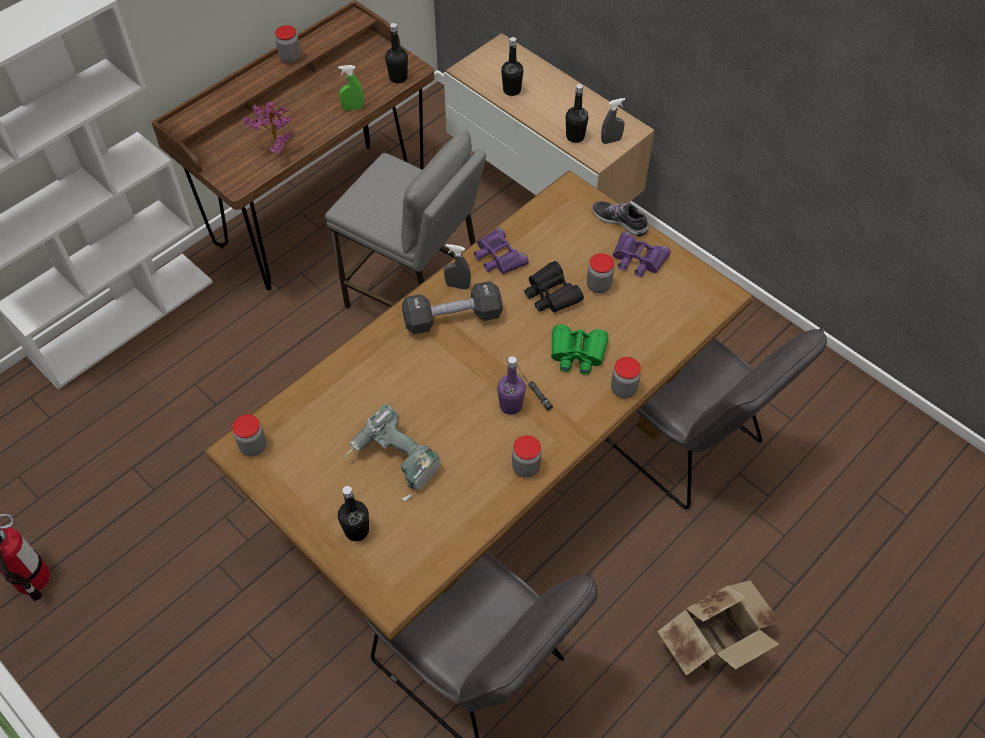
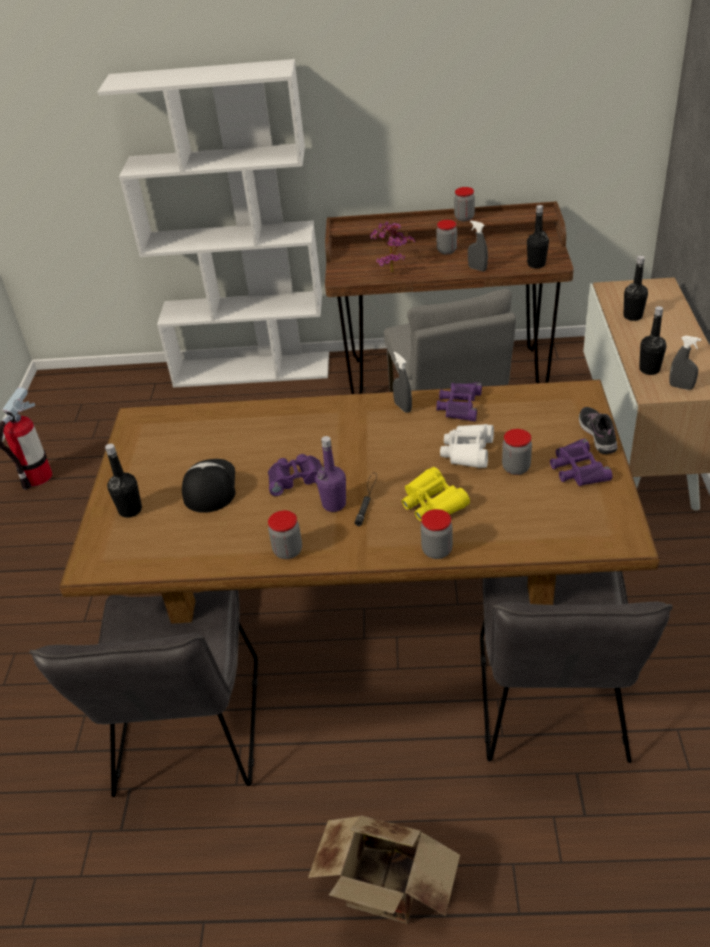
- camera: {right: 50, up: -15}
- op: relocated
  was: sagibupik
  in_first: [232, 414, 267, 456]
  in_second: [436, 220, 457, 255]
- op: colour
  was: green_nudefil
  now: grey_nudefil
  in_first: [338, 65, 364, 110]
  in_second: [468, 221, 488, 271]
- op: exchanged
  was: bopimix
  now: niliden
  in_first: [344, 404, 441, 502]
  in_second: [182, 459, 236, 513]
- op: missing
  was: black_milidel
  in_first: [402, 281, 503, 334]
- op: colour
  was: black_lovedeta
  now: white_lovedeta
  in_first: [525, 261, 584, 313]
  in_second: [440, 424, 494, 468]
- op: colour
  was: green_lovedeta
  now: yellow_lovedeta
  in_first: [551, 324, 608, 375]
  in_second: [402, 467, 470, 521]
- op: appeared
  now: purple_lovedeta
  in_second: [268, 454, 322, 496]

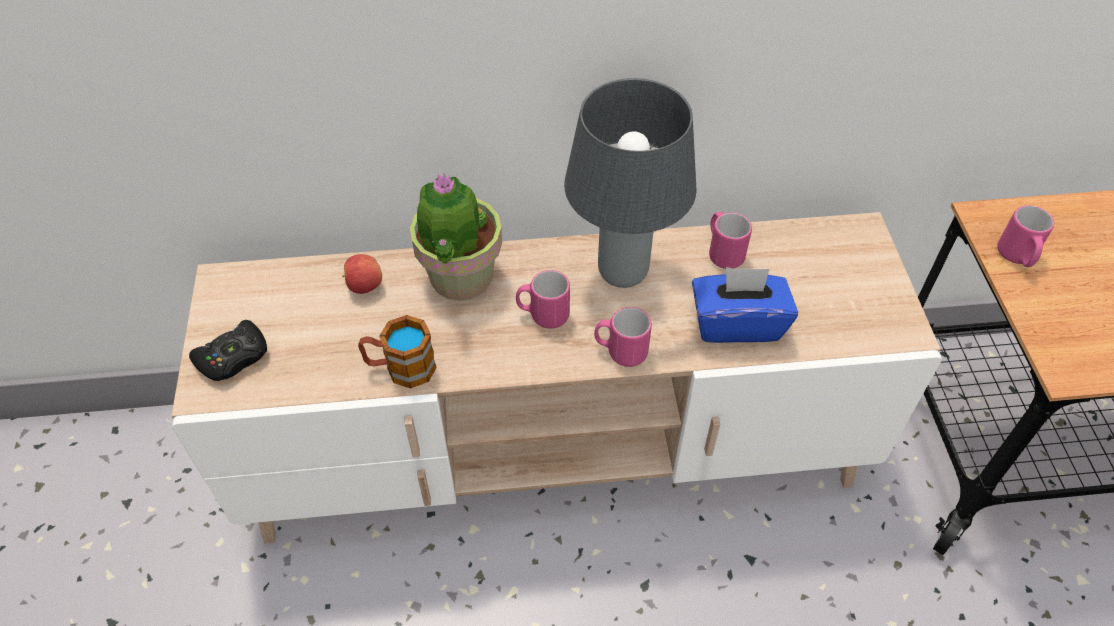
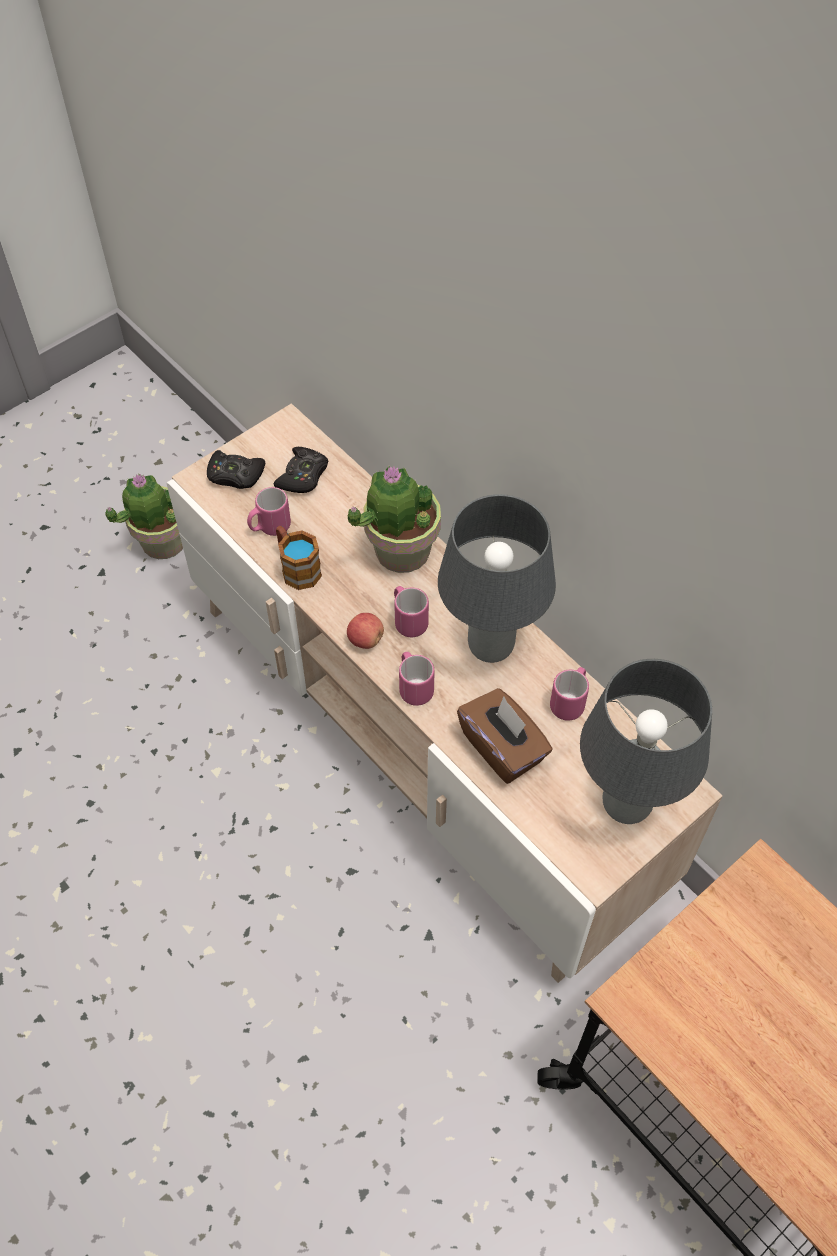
- camera: {right: 55, up: 5}
- op: relocated
  was: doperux
  in_first: [342, 254, 382, 294]
  in_second: [347, 613, 384, 649]
- op: colour
  was: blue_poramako
  now: brown_poramako
  in_first: [692, 267, 798, 343]
  in_second: [457, 688, 553, 784]
- op: relocated
  was: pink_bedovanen
  in_first: [997, 205, 1054, 267]
  in_second: [247, 487, 291, 536]
- op: appeared
  now: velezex
  in_second: [105, 473, 183, 559]
- op: appeared
  now: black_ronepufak
  in_second: [274, 447, 328, 493]
- op: appeared
  now: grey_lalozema
  in_second: [580, 659, 712, 824]

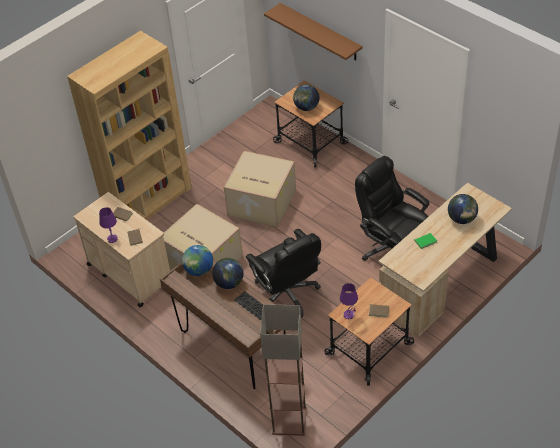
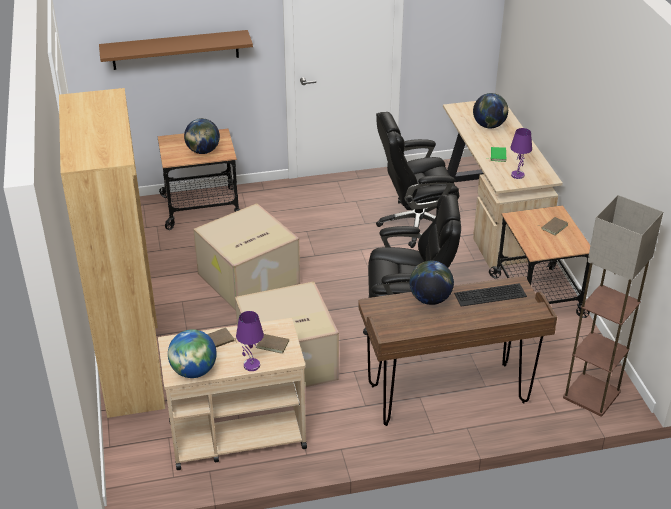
- camera: {right: -60, up: -10}
- op: relocated
  was: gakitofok
  in_first: [182, 245, 213, 276]
  in_second: [168, 329, 217, 378]
- op: relocated
  was: purple_lalozema
  in_first: [340, 283, 358, 319]
  in_second: [510, 128, 532, 179]

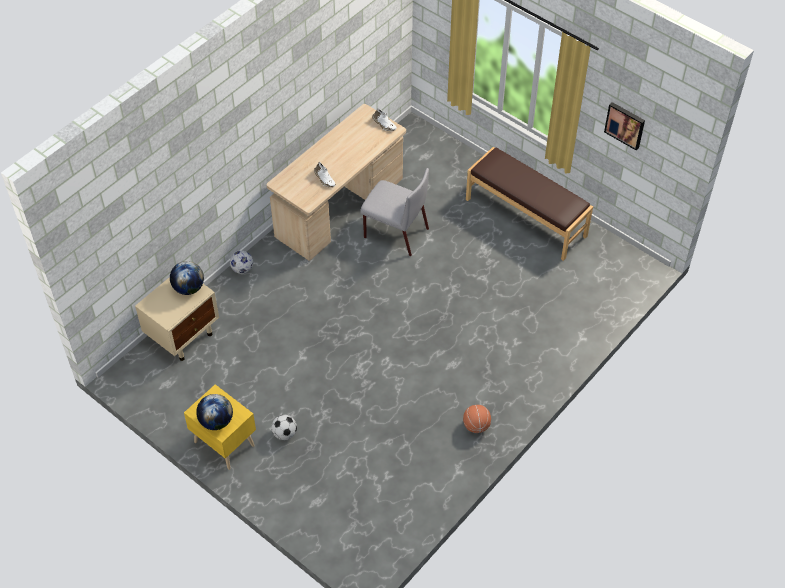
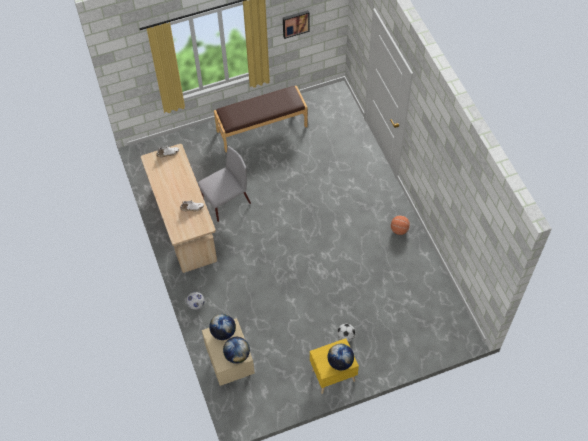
- camera: {right: -60, up: 5}
- op: appeared
  now: gakitofok
  in_second: [223, 337, 250, 364]

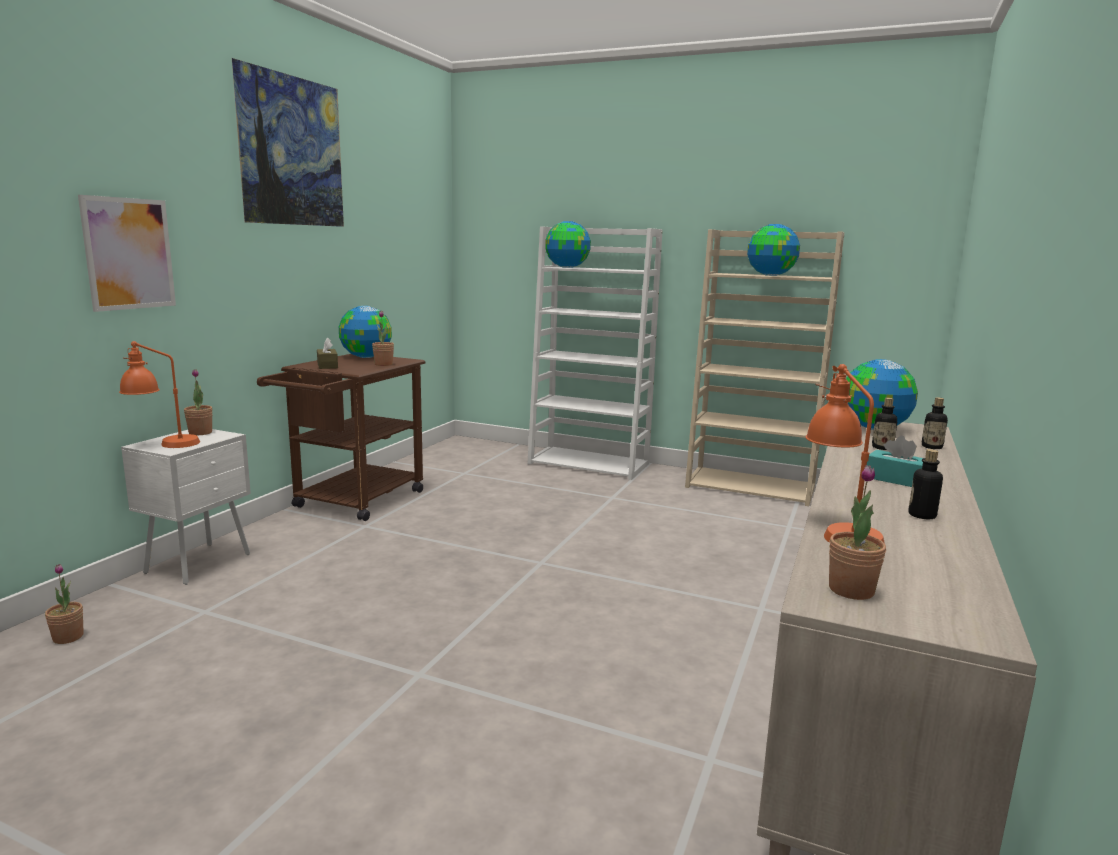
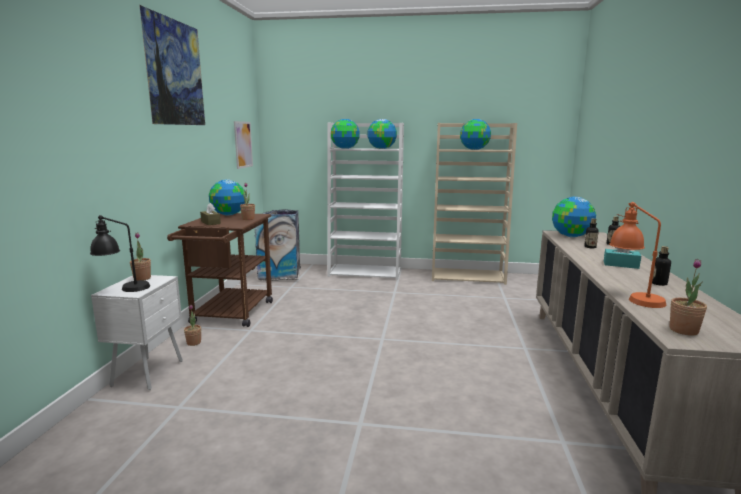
- camera: {right: -15, up: 0}
- op: relocated
  was: velezex
  in_first: [45, 564, 84, 644]
  in_second: [184, 305, 201, 346]
- op: relocated
  was: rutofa
  in_first: [78, 195, 176, 312]
  in_second: [234, 121, 253, 169]
- op: colour
  was: orange_lalozema
  now: black_lalozema
  in_first: [119, 341, 200, 448]
  in_second: [90, 215, 150, 292]
- op: appeared
  now: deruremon
  in_second: [255, 209, 301, 281]
- op: appeared
  now: gakitofok
  in_second: [368, 119, 397, 149]

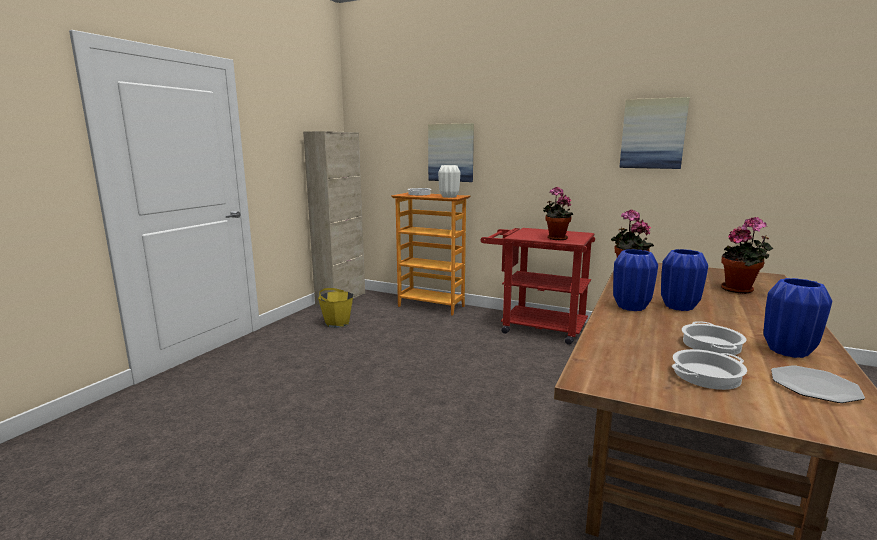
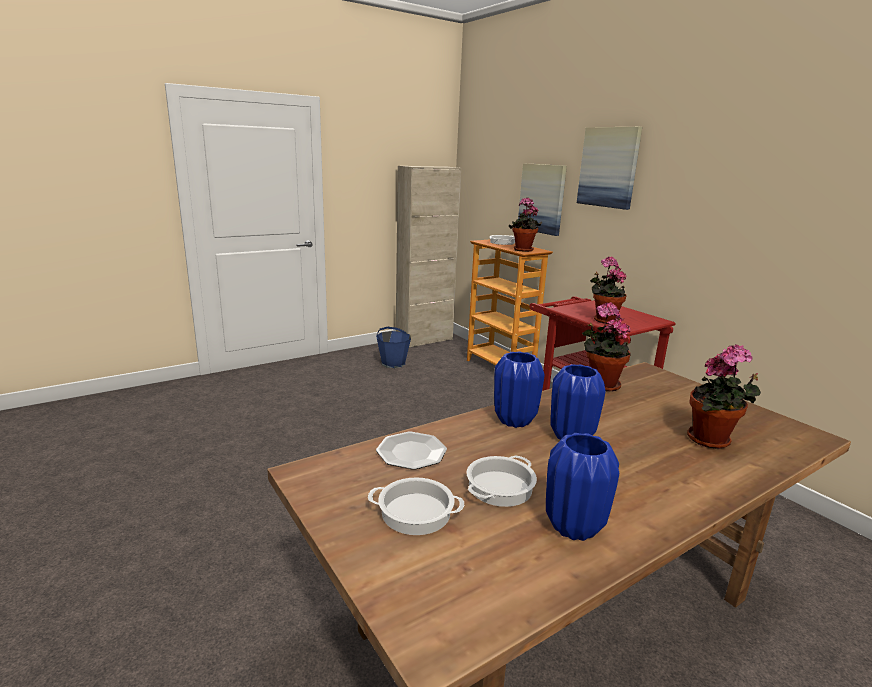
- camera: {right: 30, up: 5}
- op: colour
  was: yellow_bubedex
  now: blue_bubedex
  in_first: [318, 288, 354, 328]
  in_second: [376, 327, 411, 368]
- op: exchanged
  was: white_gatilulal
  now: velezex
  in_first: [438, 165, 460, 198]
  in_second: [509, 198, 542, 252]
- op: relocated
  was: rutofa
  in_first: [619, 97, 690, 169]
  in_second: [577, 127, 642, 210]
- op: relocated
  was: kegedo
  in_first: [771, 365, 865, 403]
  in_second: [376, 432, 447, 470]

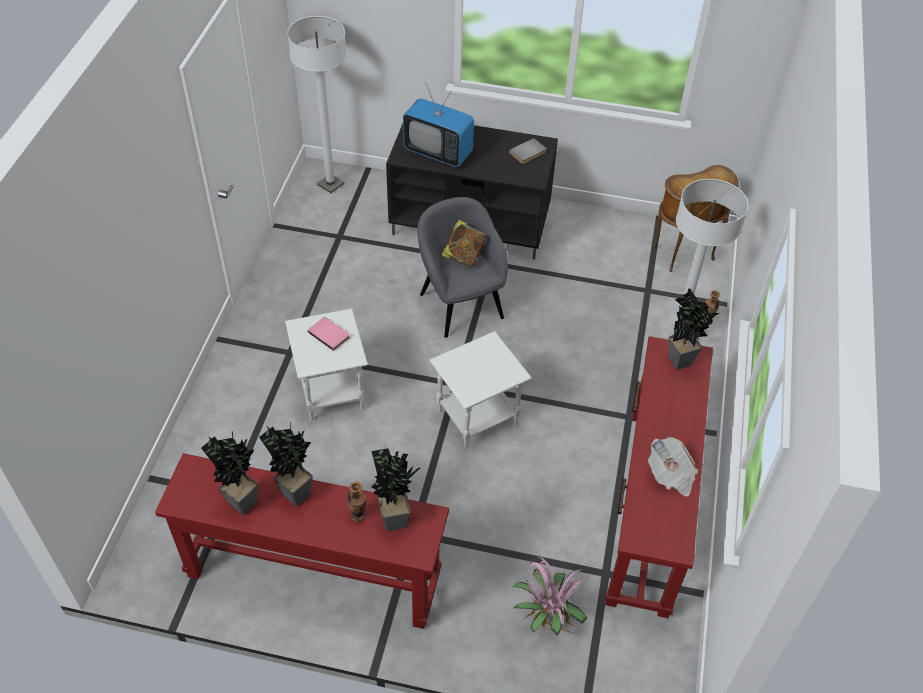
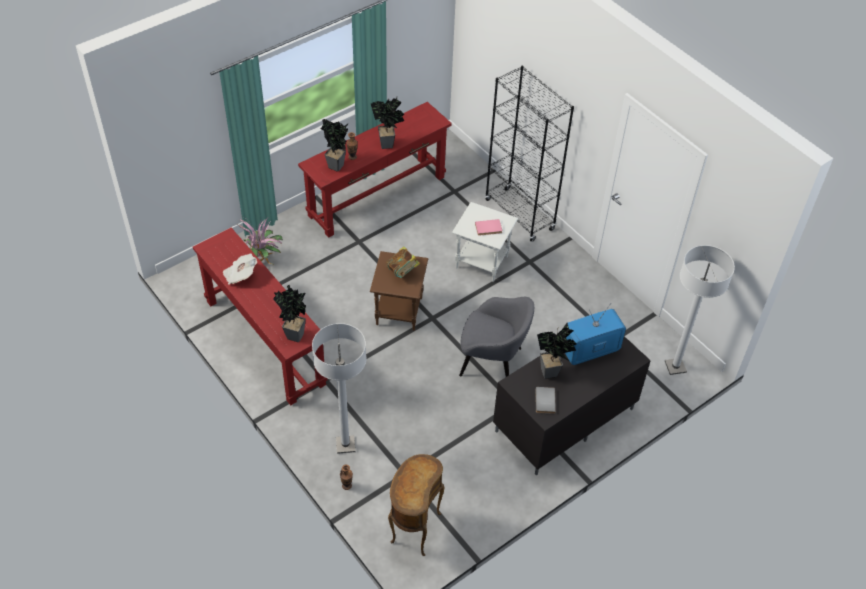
- camera: {right: 130, up: 0}
- op: relocated
  was: velezex
  in_first: [201, 432, 258, 515]
  in_second: [537, 323, 576, 379]
- op: colour
  was: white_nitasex
  now: brown_nitasex
  in_first: [429, 331, 532, 449]
  in_second: [370, 251, 428, 331]
- op: relocated
  was: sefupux
  in_first: [442, 220, 486, 268]
  in_second: [386, 246, 420, 278]
- op: appeared
  now: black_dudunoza
  in_second: [485, 65, 574, 242]

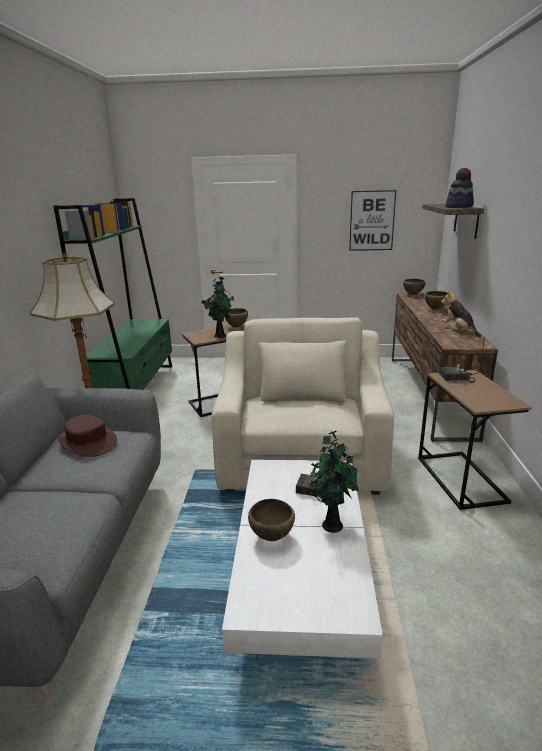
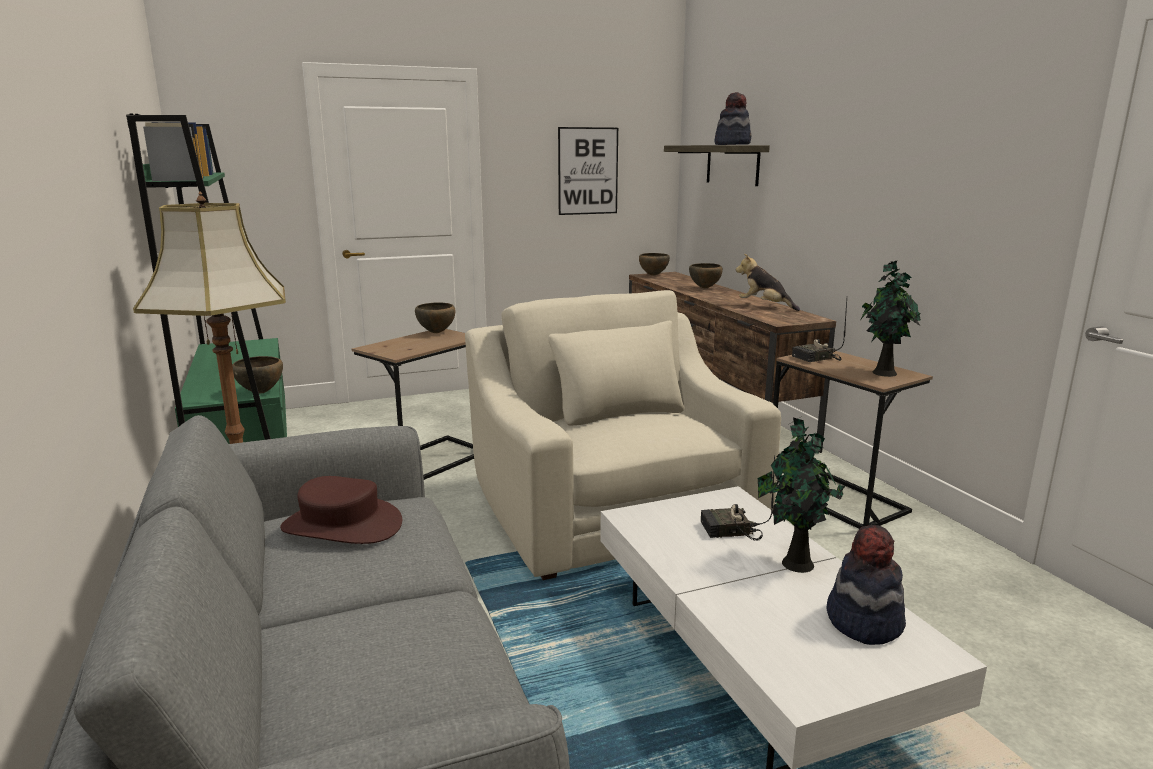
- camera: {right: -25, up: -5}
- op: relocated
  was: velezex
  in_first: [201, 277, 234, 338]
  in_second: [860, 261, 921, 377]
- op: relocated
  was: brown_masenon
  in_first: [248, 499, 295, 541]
  in_second: [232, 356, 283, 393]
- op: appeared
  now: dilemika
  in_second: [827, 525, 906, 645]

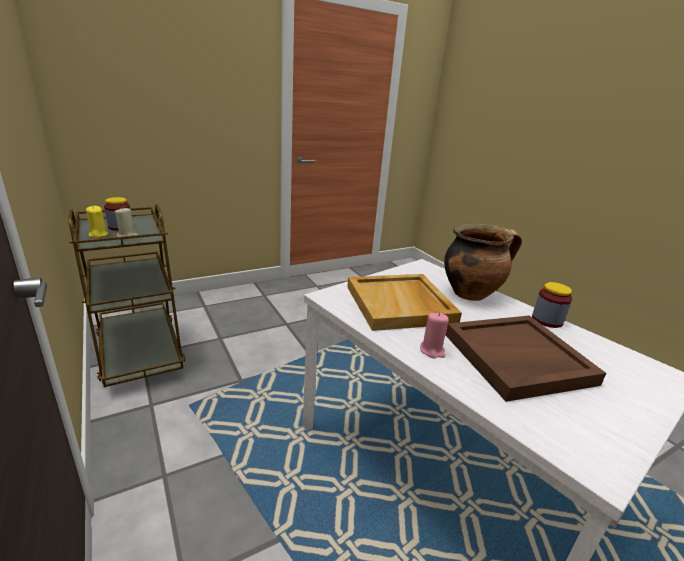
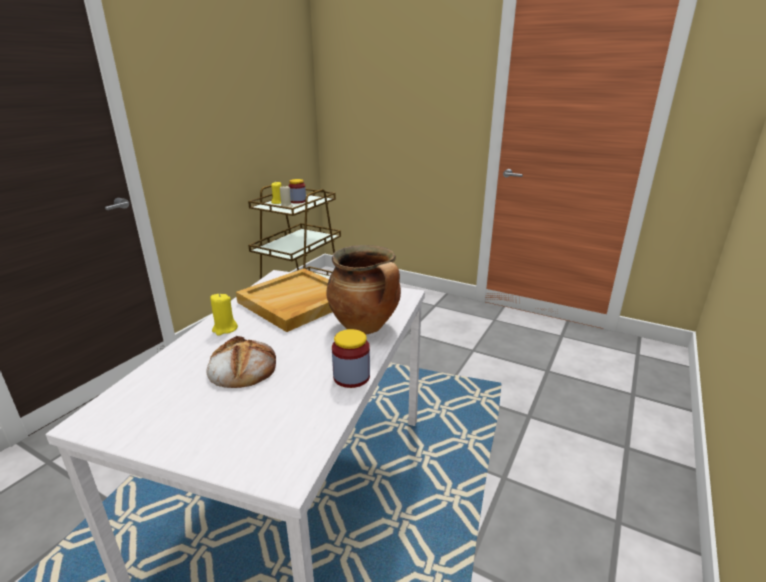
- camera: {right: 60, up: 0}
- op: colour
  was: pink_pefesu
  now: yellow_pefesu
  in_first: [420, 313, 449, 358]
  in_second: [210, 293, 238, 336]
- op: exchanged
  was: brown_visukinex
  now: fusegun
  in_first: [446, 315, 606, 402]
  in_second: [206, 335, 276, 388]

